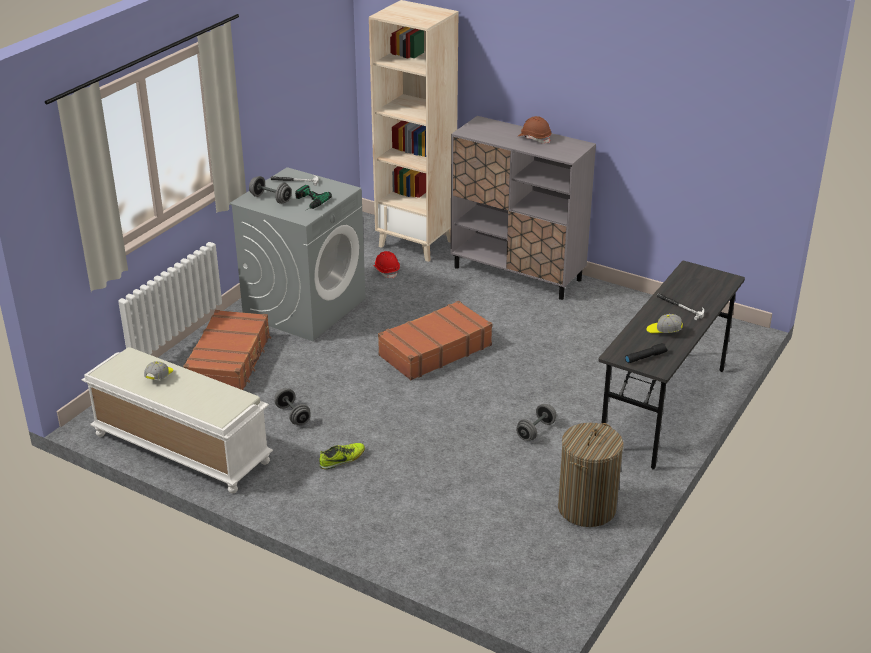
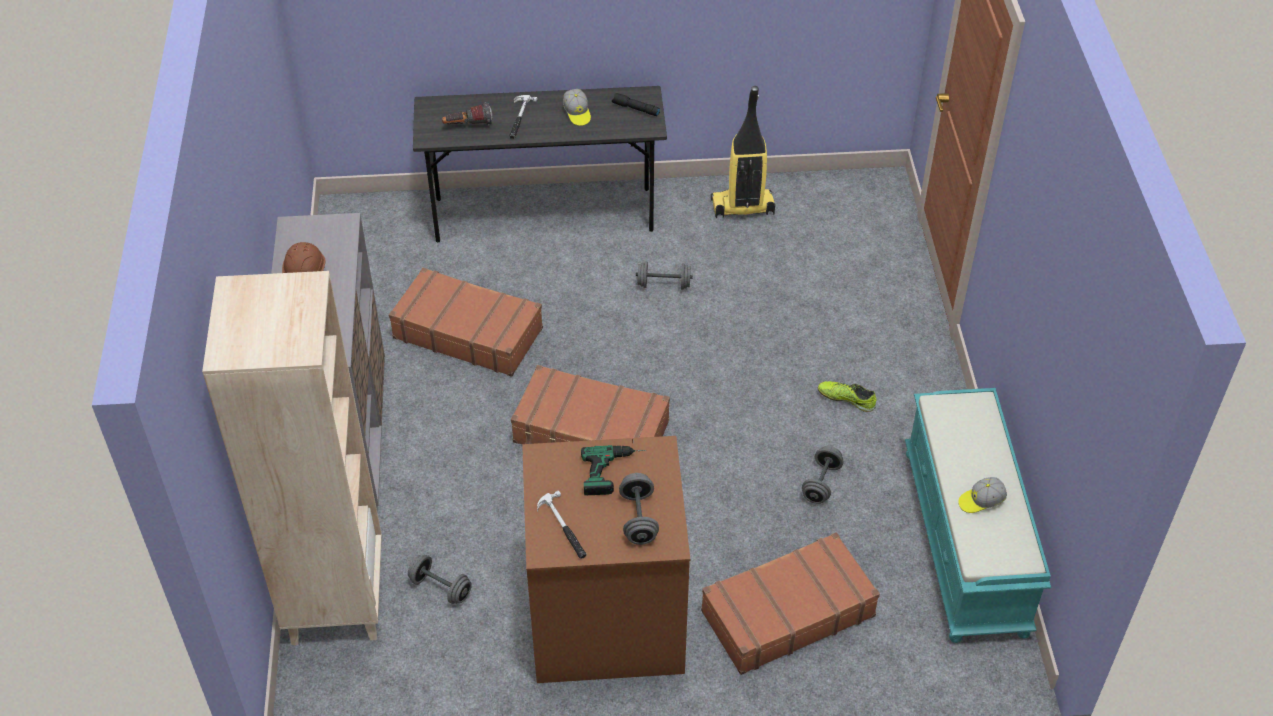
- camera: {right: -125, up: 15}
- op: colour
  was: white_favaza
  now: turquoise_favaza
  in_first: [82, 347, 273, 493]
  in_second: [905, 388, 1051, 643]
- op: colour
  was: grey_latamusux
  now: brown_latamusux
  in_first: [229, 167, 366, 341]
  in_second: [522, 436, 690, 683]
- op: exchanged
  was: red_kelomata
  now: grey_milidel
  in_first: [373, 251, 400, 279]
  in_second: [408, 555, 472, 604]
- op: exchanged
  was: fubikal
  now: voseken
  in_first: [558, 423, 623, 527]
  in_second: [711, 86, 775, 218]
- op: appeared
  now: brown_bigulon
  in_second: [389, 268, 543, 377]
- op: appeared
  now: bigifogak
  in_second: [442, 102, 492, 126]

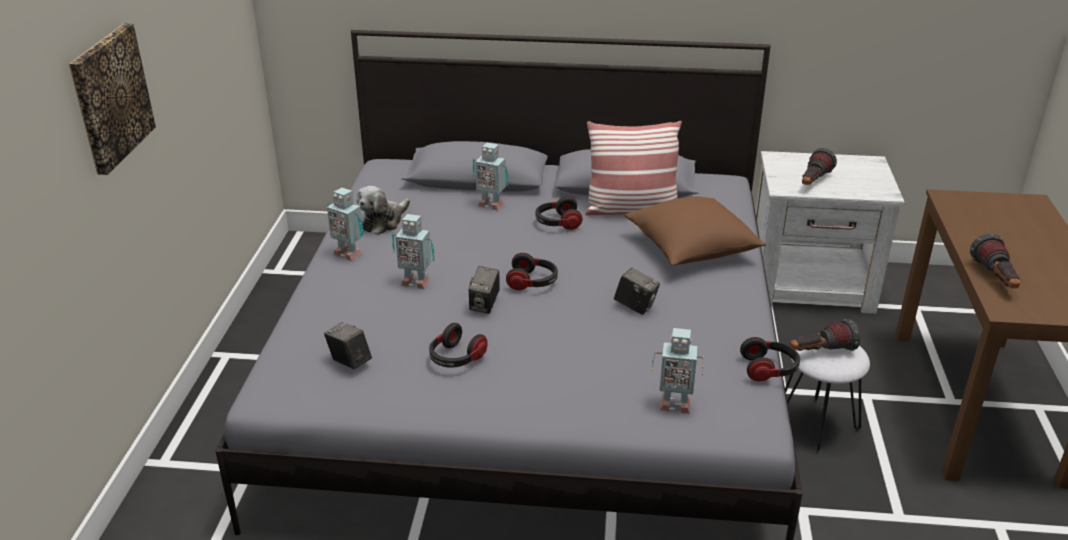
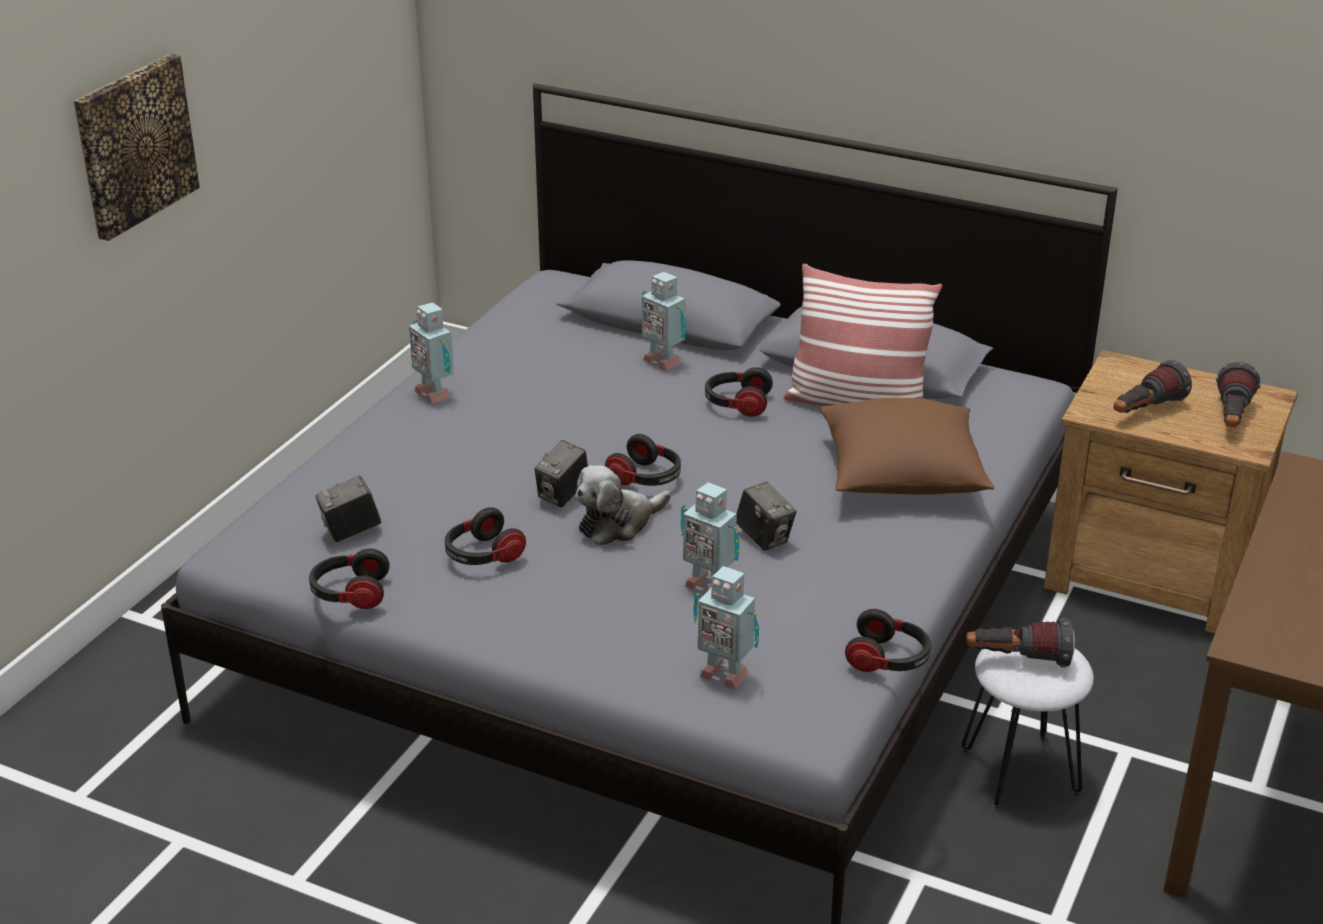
- camera: {right: 20, up: 0}
- op: spun
  was: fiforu
  in_first: [324, 322, 372, 369]
  in_second: [315, 475, 381, 542]
  clockwise: -90
- op: relocated
  was: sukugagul
  in_first: [357, 186, 410, 235]
  in_second: [575, 465, 671, 545]
- op: relocated
  was: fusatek
  in_first: [392, 214, 434, 289]
  in_second: [681, 482, 739, 591]
- op: colour
  was: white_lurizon
  now: brown_lurizon
  in_first: [755, 151, 905, 314]
  in_second: [1044, 350, 1298, 634]
- op: relocated
  was: bigifogak
  in_first: [970, 233, 1020, 288]
  in_second: [1216, 362, 1261, 427]
- op: appeared
  now: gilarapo
  in_second: [309, 548, 390, 609]

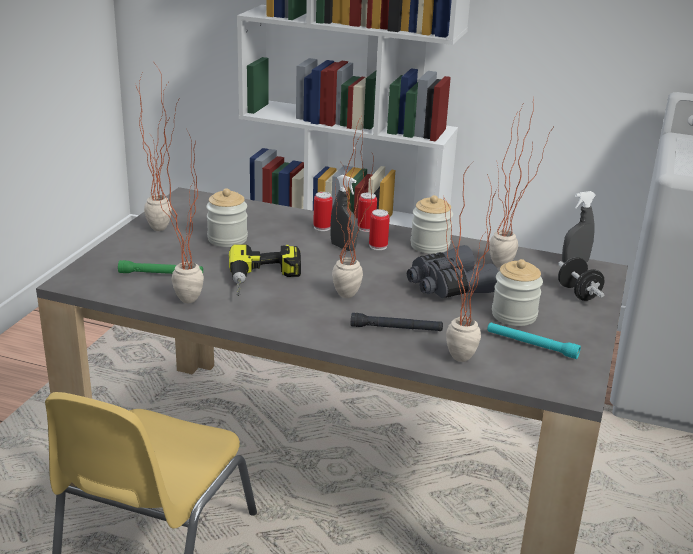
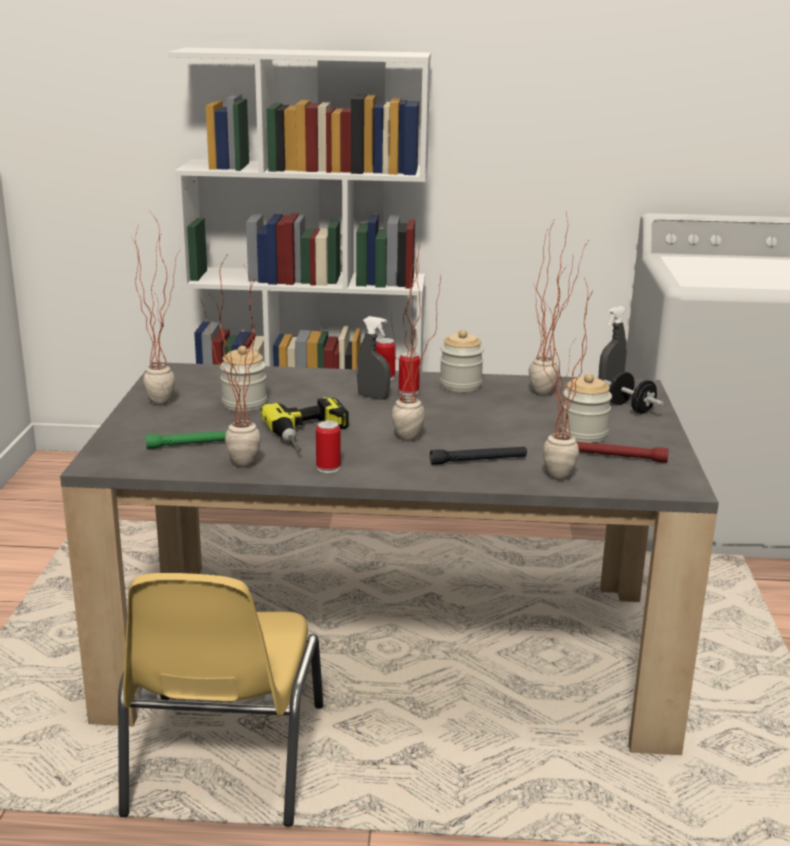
- camera: {right: -15, up: -5}
- op: relocated
  was: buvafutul
  in_first: [313, 192, 333, 231]
  in_second: [316, 420, 341, 473]
- op: missing
  was: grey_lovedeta
  in_first: [407, 245, 499, 298]
- op: colour
  was: turquoise_bigifogak
  now: red_bigifogak
  in_first: [487, 323, 581, 359]
  in_second: [576, 442, 669, 463]

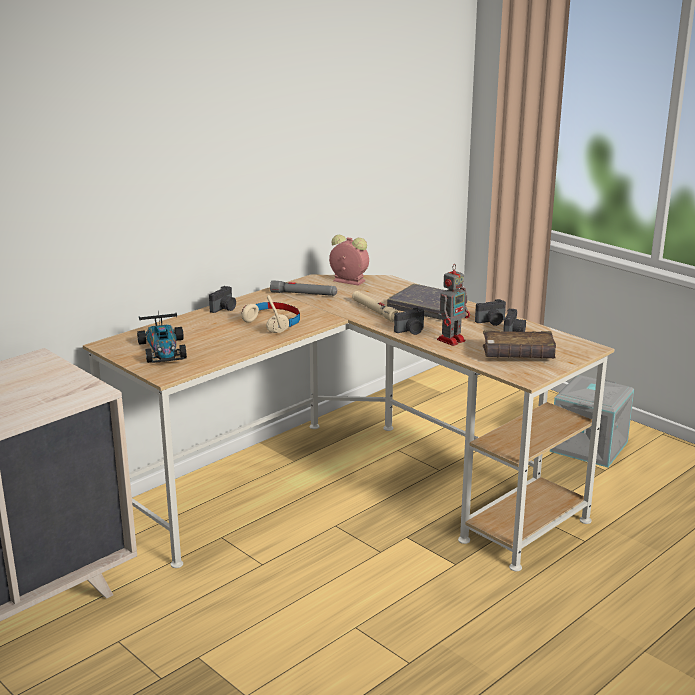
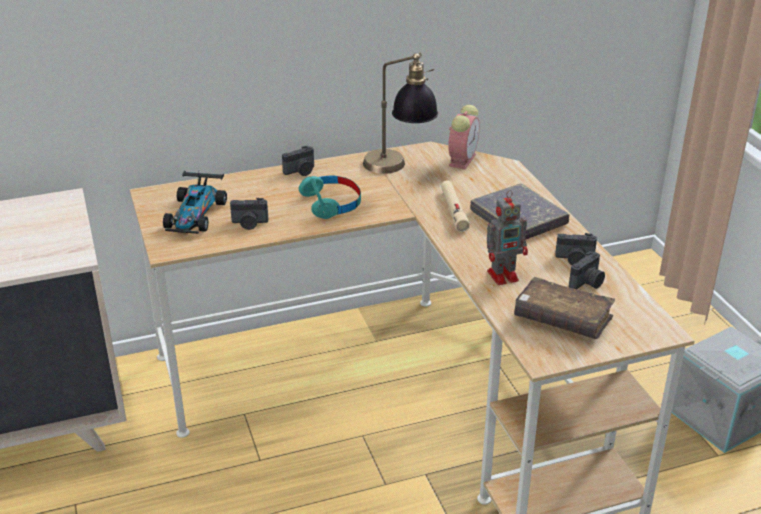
- camera: {right: 25, up: 10}
- op: colour
  was: beige_gilarapo
  now: turquoise_gilarapo
  in_first: [241, 295, 300, 333]
  in_second: [299, 176, 361, 219]
- op: exchanged
  was: grey_bigifogak
  now: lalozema
  in_first: [270, 280, 337, 296]
  in_second: [363, 52, 438, 174]
- op: spun
  was: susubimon
  in_first: [329, 235, 369, 286]
  in_second: [448, 105, 480, 170]
  clockwise: 60
- op: relocated
  was: fiforu
  in_first: [394, 307, 424, 335]
  in_second: [230, 198, 268, 230]

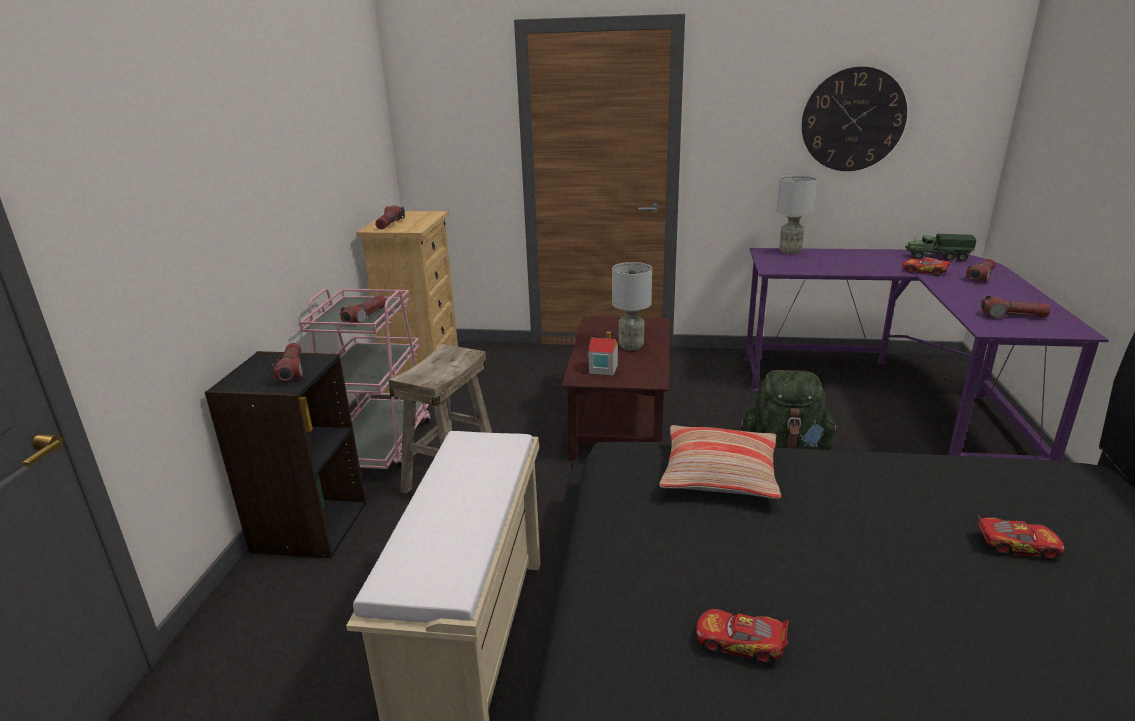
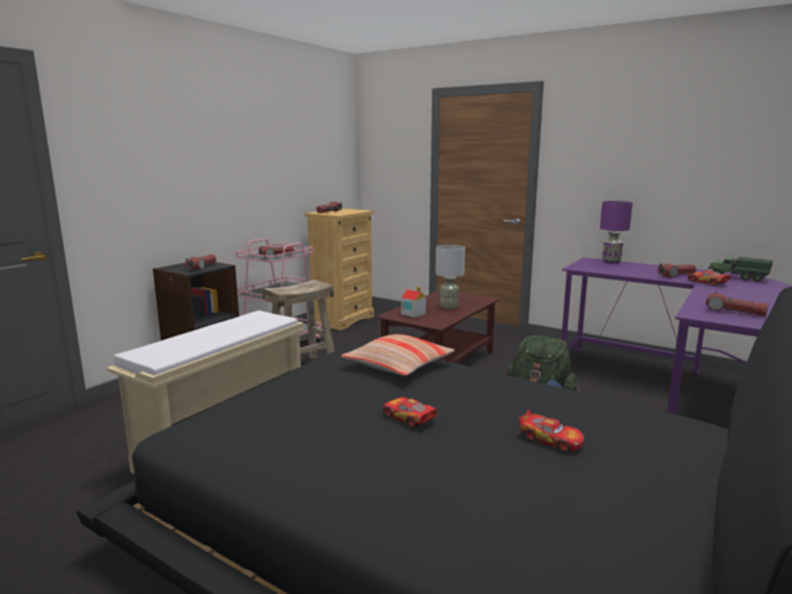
- camera: {right: 25, up: -10}
- op: relocated
  was: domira
  in_first: [696, 609, 789, 664]
  in_second: [383, 397, 438, 428]
- op: colour
  was: grey_lalozema
  now: purple_lalozema
  in_first: [777, 175, 817, 254]
  in_second: [600, 201, 633, 264]
- op: missing
  was: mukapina
  in_first: [802, 66, 907, 171]
- op: relocated
  was: bigifogak
  in_first: [966, 259, 996, 282]
  in_second: [657, 263, 696, 277]

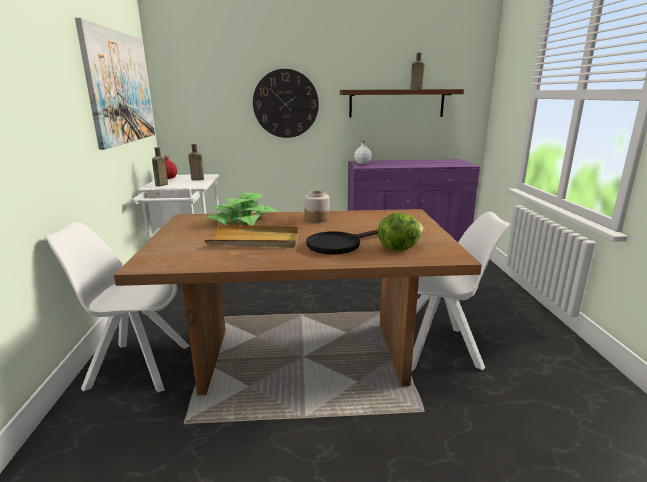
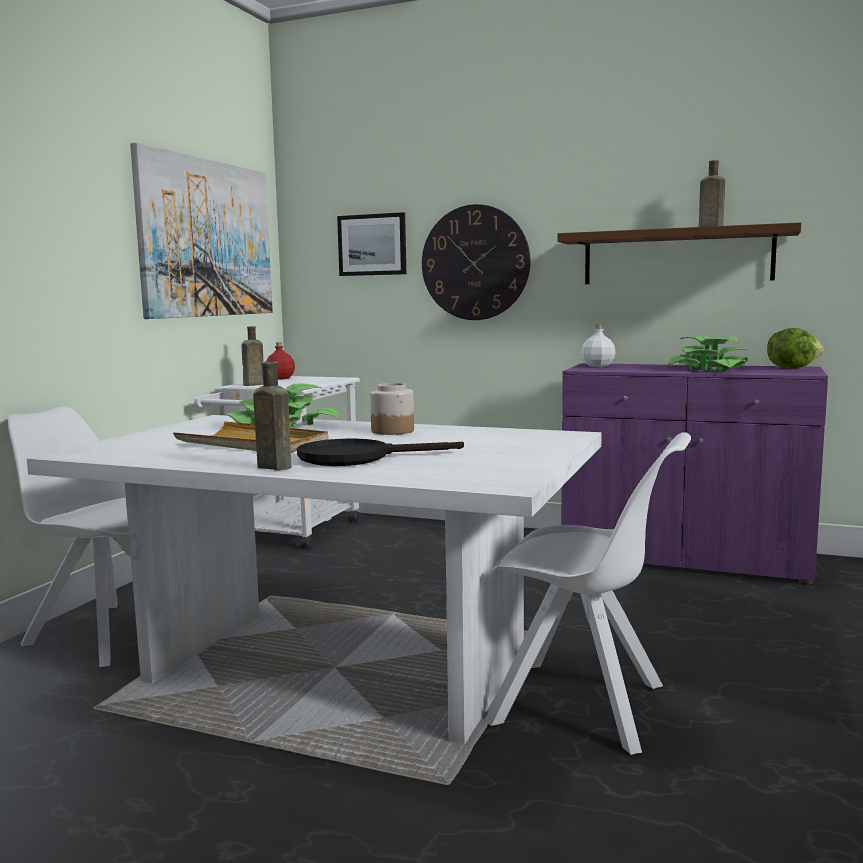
- camera: {right: 25, up: -10}
- op: colour
  was: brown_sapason
  now: white_sapason
  in_first: [114, 209, 482, 395]
  in_second: [27, 415, 602, 744]
- op: relocated
  was: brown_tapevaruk
  in_first: [188, 144, 204, 180]
  in_second: [253, 361, 291, 470]
- op: relocated
  was: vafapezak
  in_first: [378, 213, 424, 251]
  in_second: [767, 328, 823, 369]
- op: appeared
  now: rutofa
  in_second: [337, 212, 406, 276]
- op: appeared
  now: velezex
  in_second: [667, 336, 749, 372]

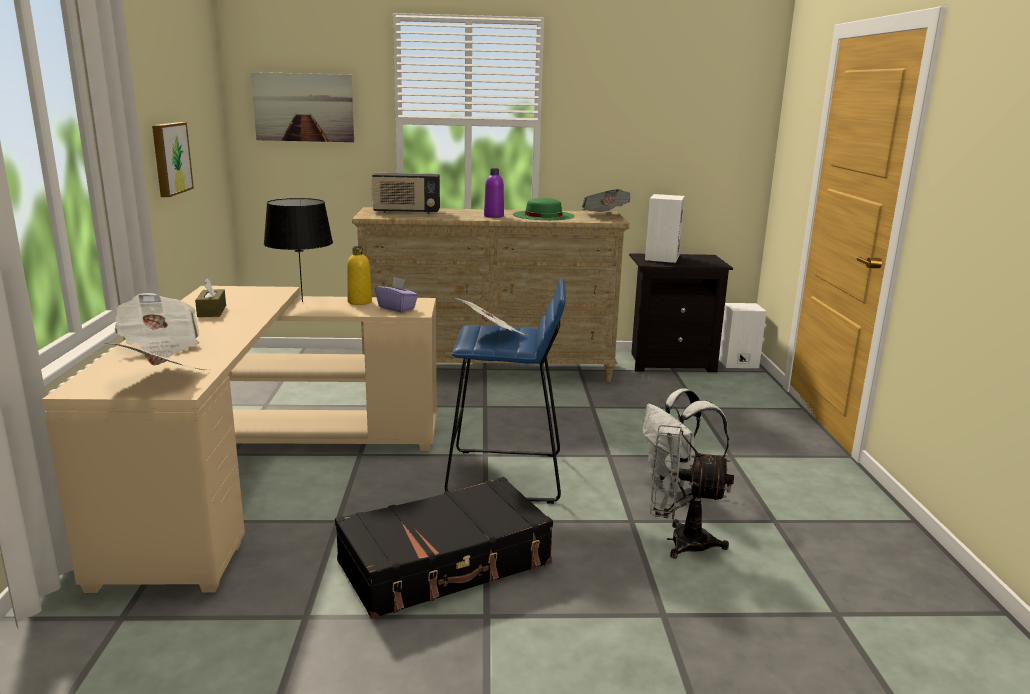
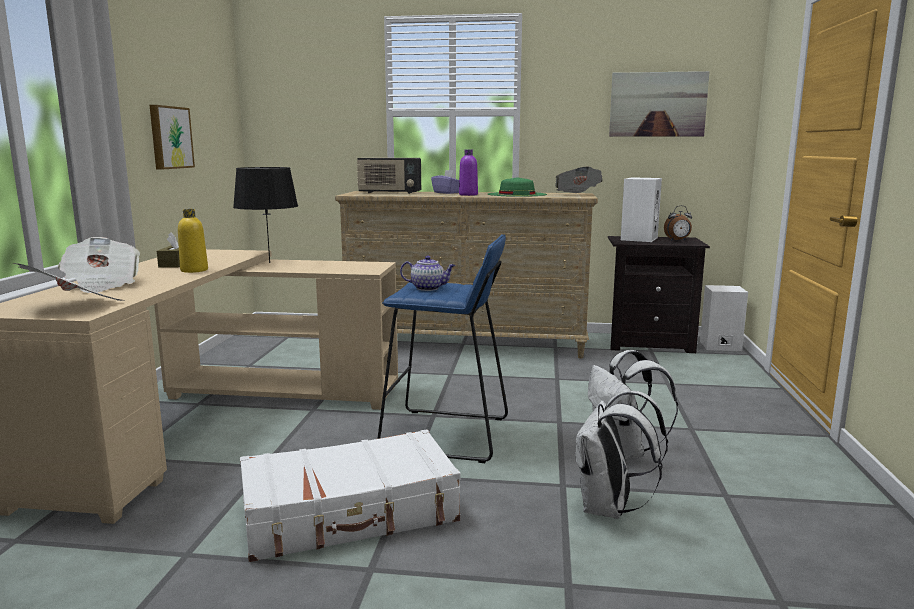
- camera: {right: 10, up: -5}
- op: relocated
  was: rutofa
  in_first: [251, 72, 354, 142]
  in_second: [609, 71, 710, 137]
- op: colour
  was: black_bigulon
  now: white_bigulon
  in_first: [335, 477, 553, 619]
  in_second: [240, 429, 461, 562]
- op: relocated
  was: yellow_tapevaruk
  in_first: [347, 246, 372, 305]
  in_second: [178, 209, 208, 273]
- op: relocated
  was: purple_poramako
  in_first: [375, 277, 418, 312]
  in_second: [431, 170, 459, 194]
- op: exchanged
  was: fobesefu
  now: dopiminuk
  in_first: [455, 298, 526, 335]
  in_second: [400, 255, 456, 291]
- op: exchanged
  was: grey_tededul
  now: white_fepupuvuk
  in_first: [650, 425, 734, 558]
  in_second: [574, 391, 668, 519]
- op: appeared
  now: susubimon
  in_second: [664, 205, 692, 241]

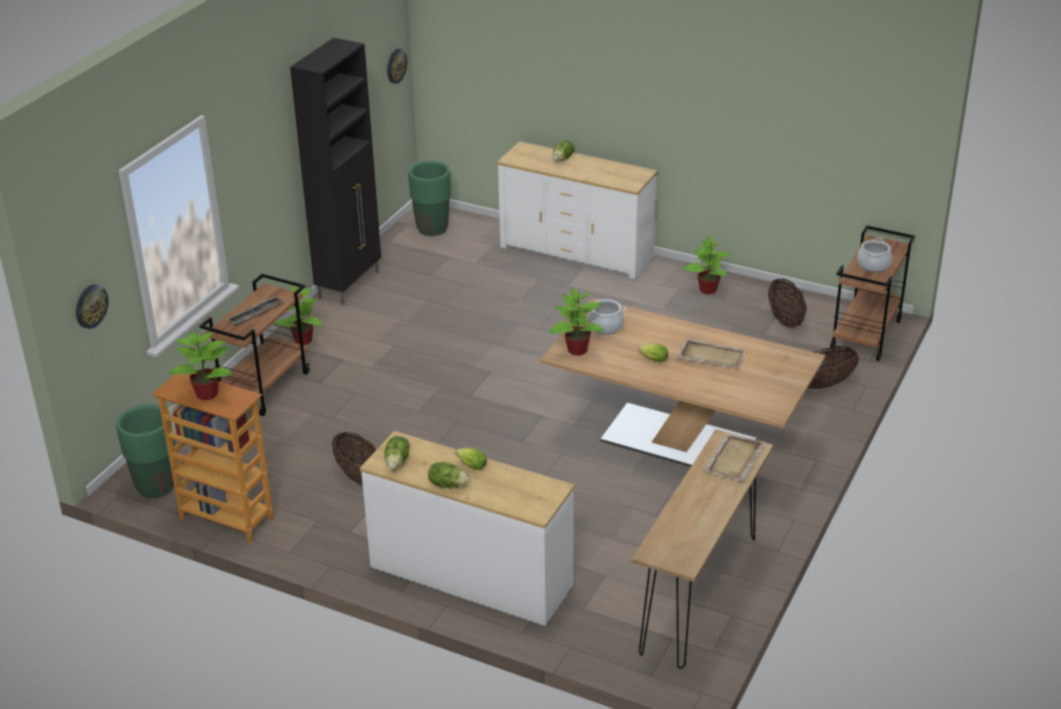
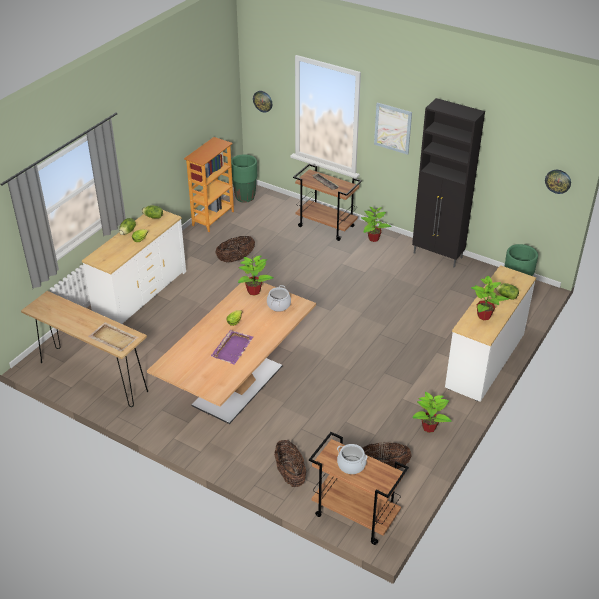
- camera: {right: 95, up: 5}
- op: relocated
  was: velezex
  in_first: [168, 332, 233, 401]
  in_second: [471, 275, 509, 320]
- op: colour
  was: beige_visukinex
  now: purple_visukinex
  in_first: [677, 338, 747, 369]
  in_second: [211, 330, 253, 365]
- op: appeared
  now: rutofa
  in_second: [374, 102, 412, 155]

